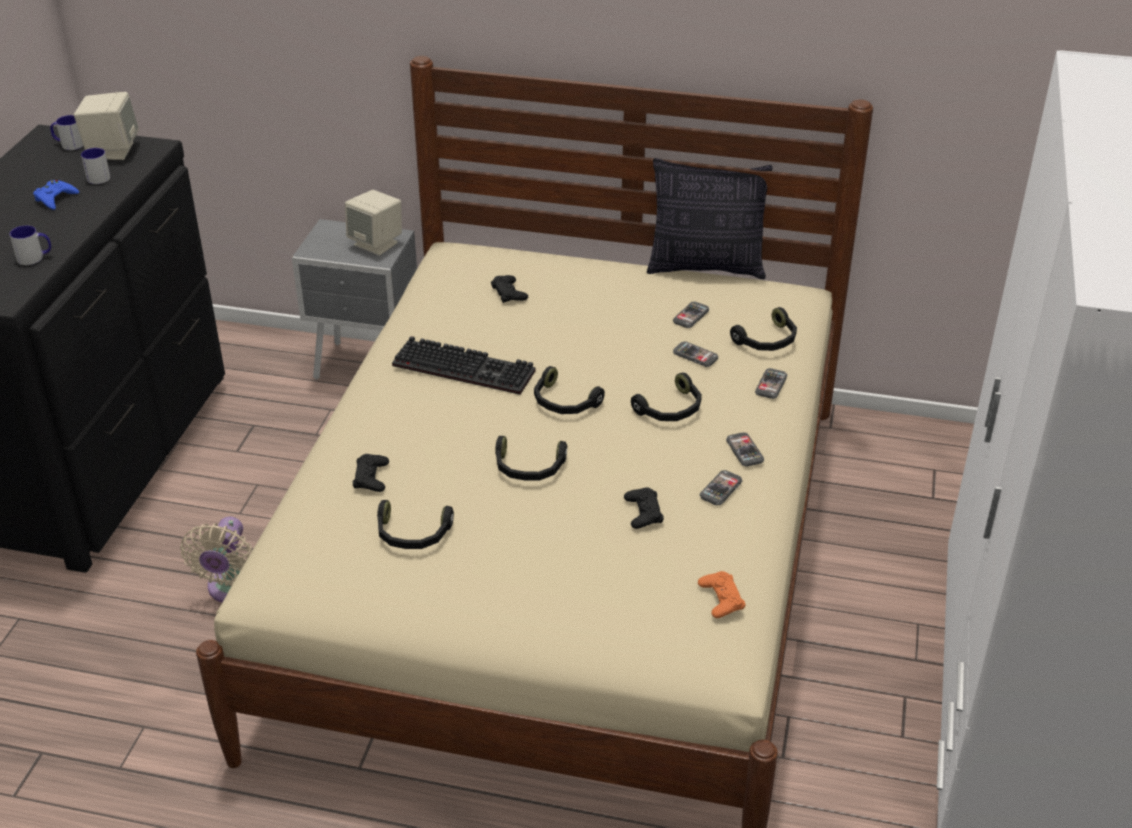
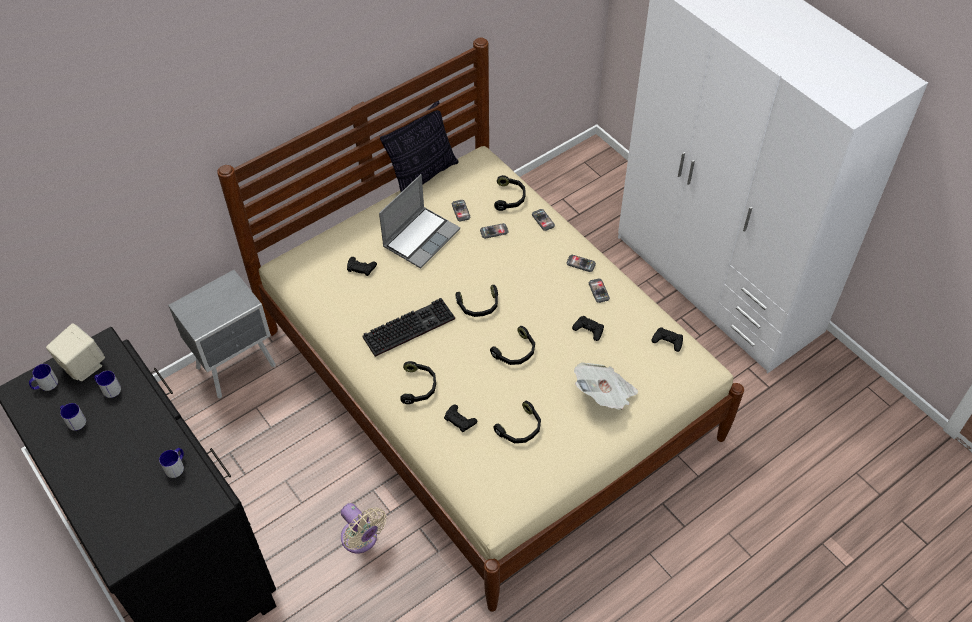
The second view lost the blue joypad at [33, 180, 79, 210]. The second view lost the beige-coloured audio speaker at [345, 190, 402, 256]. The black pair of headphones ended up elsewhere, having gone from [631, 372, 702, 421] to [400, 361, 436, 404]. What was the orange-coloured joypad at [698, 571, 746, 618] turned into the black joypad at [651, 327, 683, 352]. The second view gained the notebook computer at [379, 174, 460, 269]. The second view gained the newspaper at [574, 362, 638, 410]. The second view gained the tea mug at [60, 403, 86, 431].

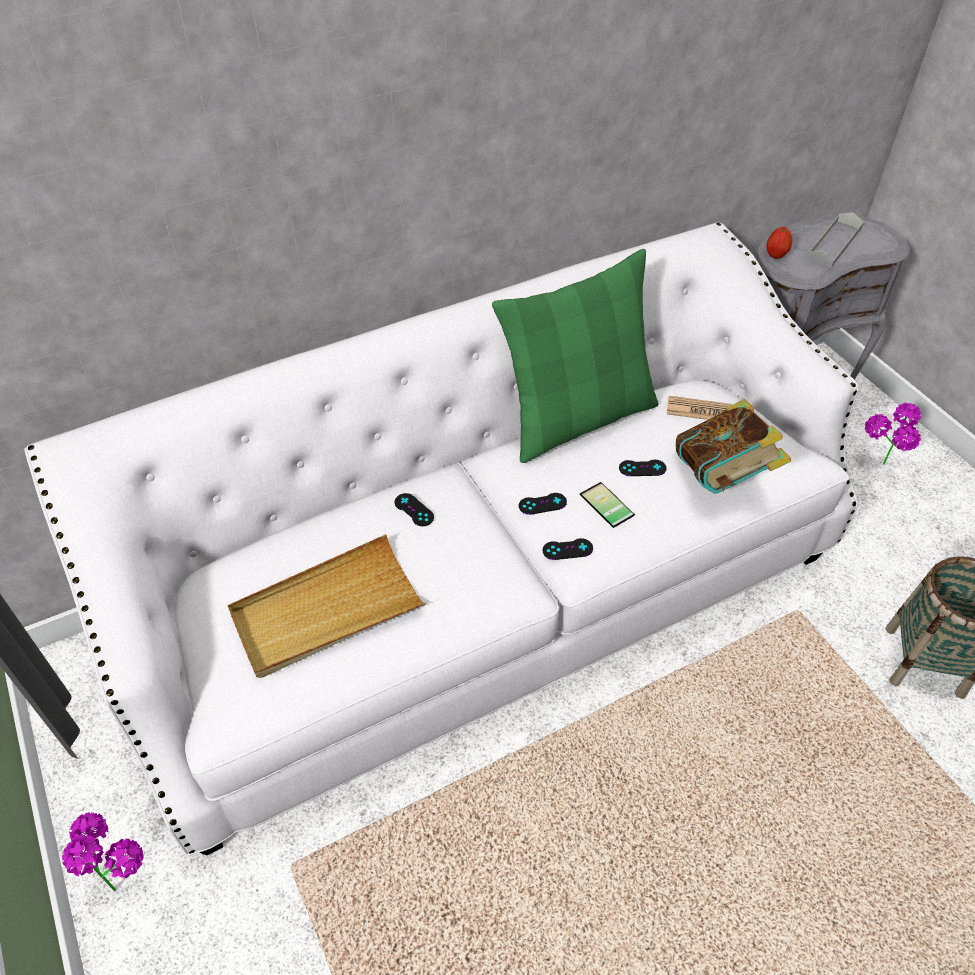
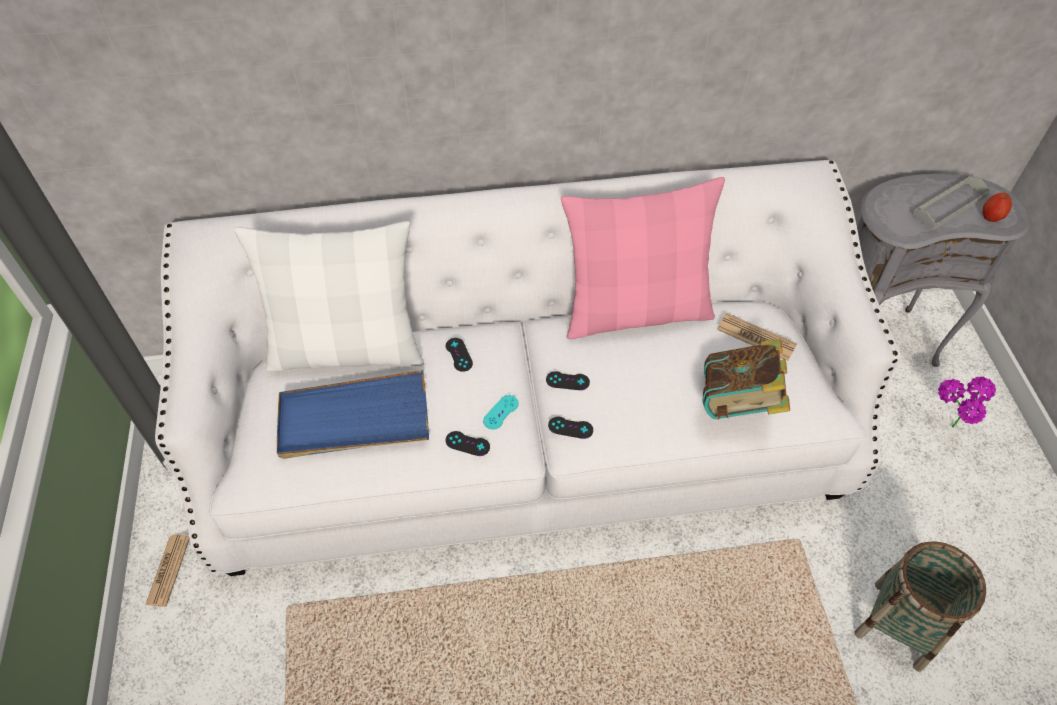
The apple ended up elsewhere, having gone from [766, 227, 792, 258] to [983, 193, 1012, 222]. What was the greenish cushion at [492, 249, 659, 463] turned into the pink-coloured cushion at [561, 177, 725, 339]. The black joypad ended up elsewhere, having gone from [619, 460, 667, 476] to [446, 431, 490, 456]. The second view lost the phone at [580, 482, 635, 528]. What was the beige-coloured tray at [227, 534, 426, 678] turned into the blue tray at [277, 370, 429, 459]. Where the potted plant stood at [62, 812, 144, 891], the newspaper came to stand at [145, 534, 190, 607]. The second view gained the white-coloured cushion at [234, 221, 424, 372]. The second view gained the turquoise joypad at [483, 395, 519, 429].

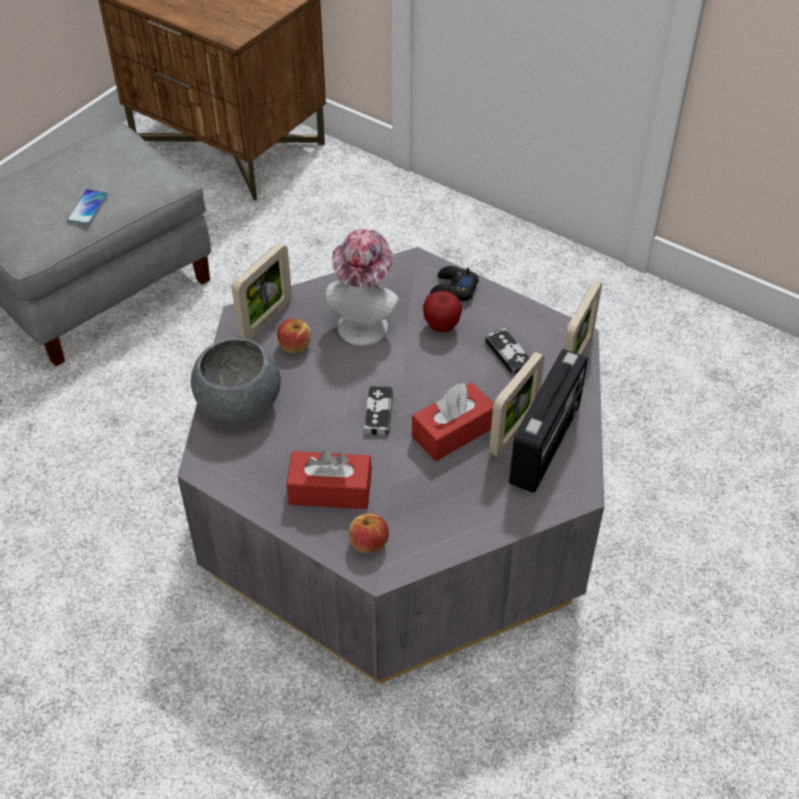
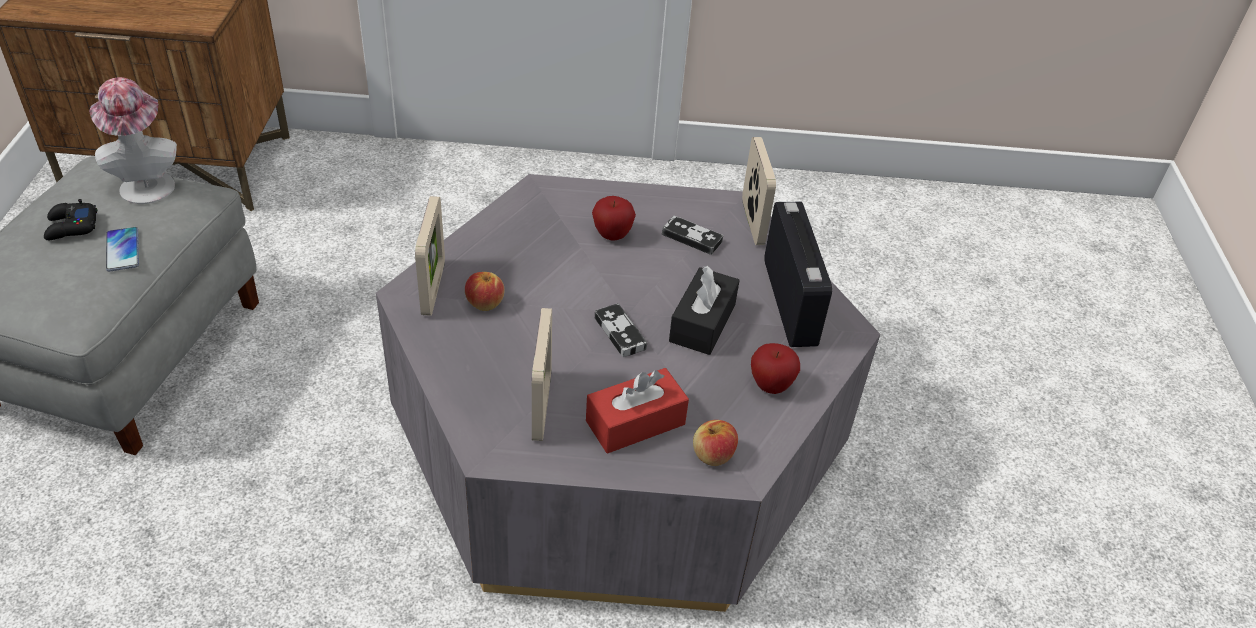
The clothing hat ended up elsewhere, having gone from [325, 229, 399, 346] to [89, 77, 177, 204]. The black joypad ended up elsewhere, having gone from [430, 266, 479, 301] to [44, 199, 97, 240]. The second view lost the grey bowl at [191, 337, 281, 423]. The photo frame ended up elsewhere, having gone from [489, 352, 545, 458] to [532, 308, 552, 441]. What was the red-coloured tissue holder at [412, 382, 494, 461] turned into the black tissue holder at [669, 266, 740, 355]. The second view gained the apple at [751, 343, 800, 394].

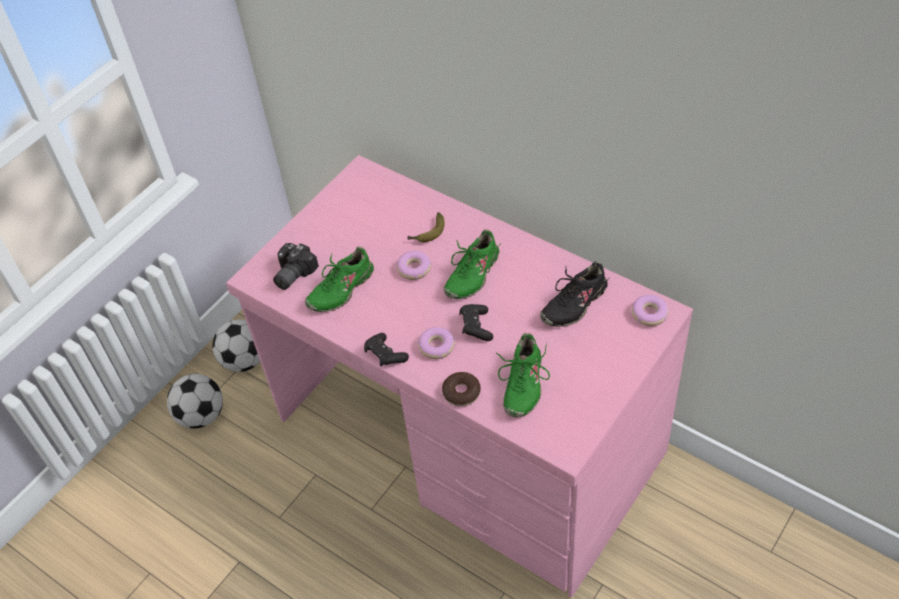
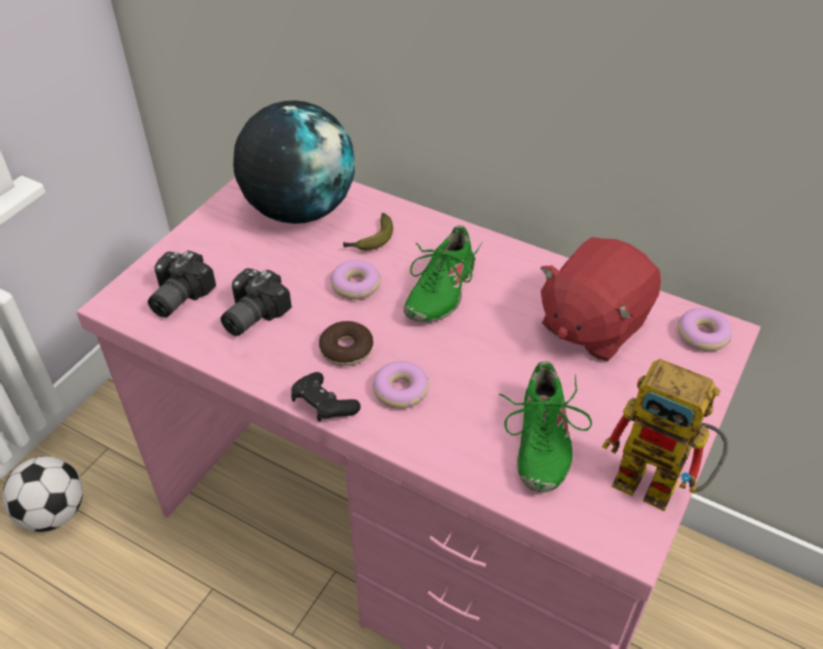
Where the greenish shoe stood at [305, 246, 374, 312], the still camera came to stand at [221, 268, 292, 336]. Where the black shoe stood at [540, 261, 609, 327], the red-coloured soft toy came to stand at [540, 237, 661, 361]. The second view lost the black joypad at [459, 304, 493, 341]. The second view lost the ball for football at [212, 319, 260, 372]. The ring doughnut ended up elsewhere, having gone from [442, 372, 481, 406] to [319, 321, 373, 366]. The second view gained the globe at [233, 100, 355, 224]. The second view gained the toy robot at [602, 359, 728, 511].

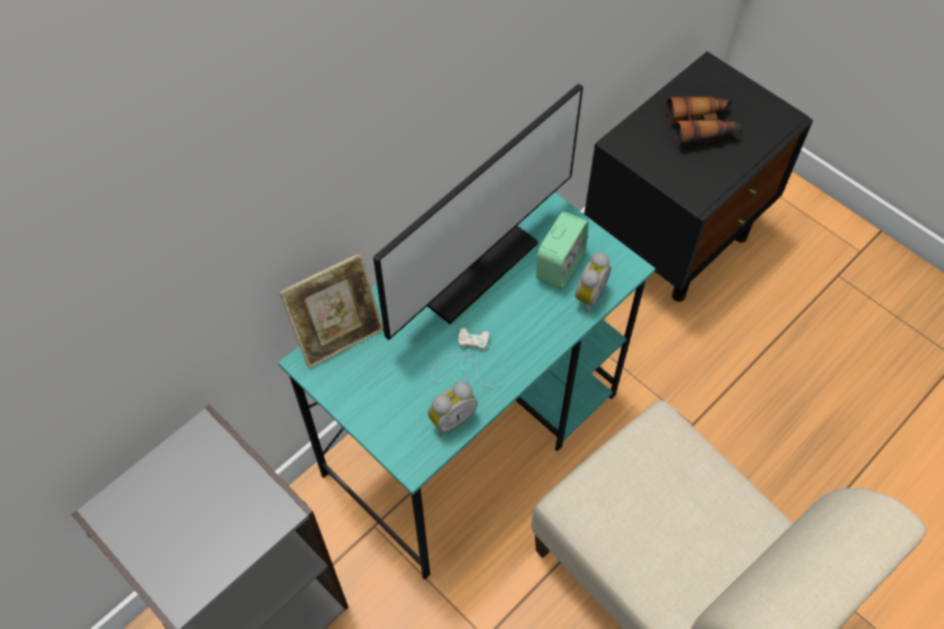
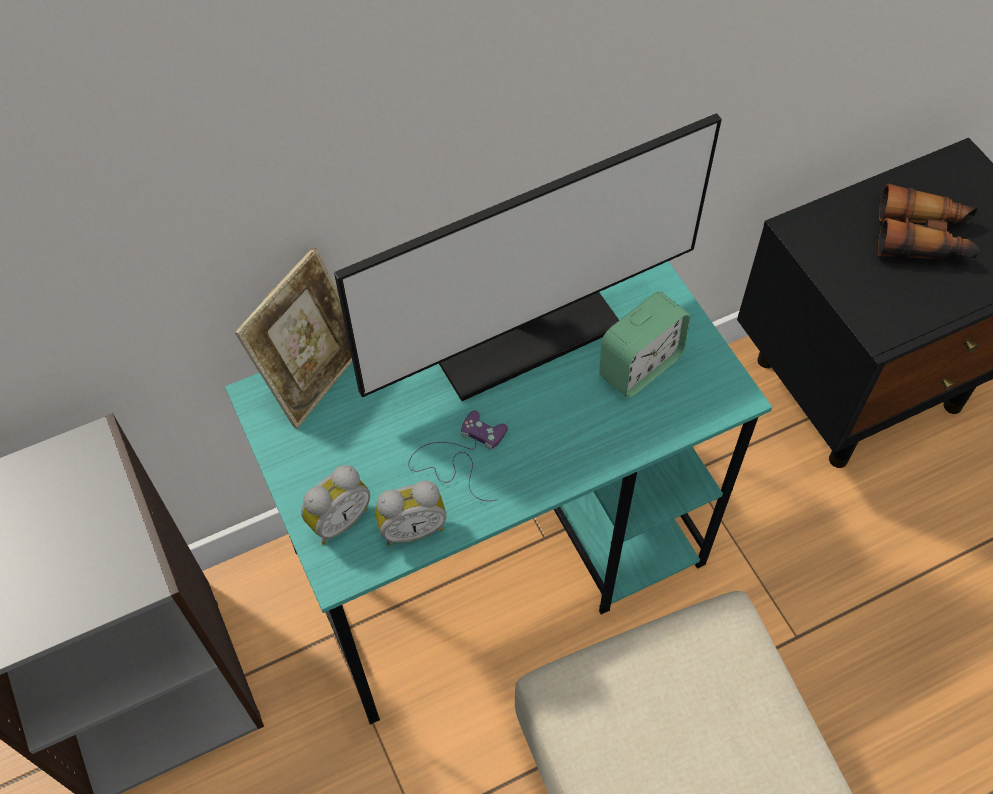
The alarm clock ended up elsewhere, having gone from [575, 252, 611, 312] to [301, 465, 370, 545]. The photo frame at [279, 253, 384, 368] ended up facing another way, 45 degrees counterclockwise from before. What was the white-coloured joypad at [431, 328, 501, 386] turned into the purple joypad at [408, 410, 508, 501].

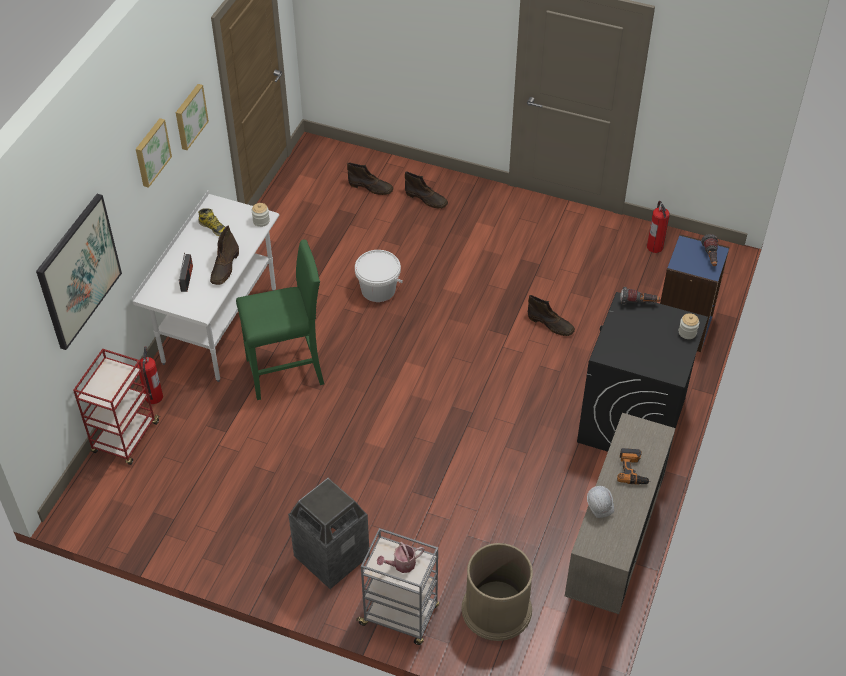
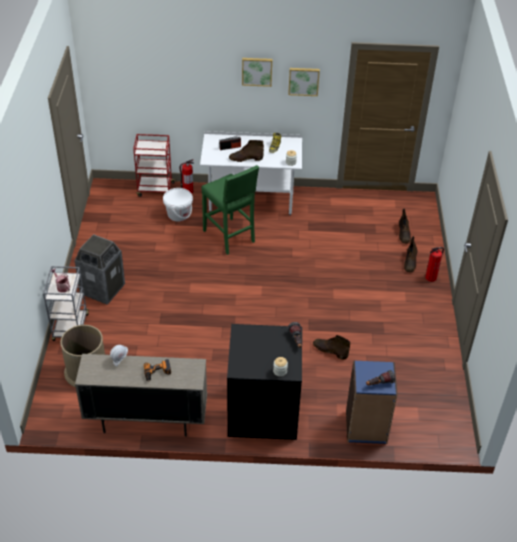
The second view lost the wall art at [36, 194, 122, 350]. The extinguisher ended up elsewhere, having gone from [647, 201, 670, 253] to [425, 247, 444, 282]. The white-coloured bucket ended up elsewhere, having gone from [355, 250, 403, 302] to [163, 188, 193, 222]. The brownish high-top boot at [528, 295, 575, 336] ended up facing another way, 105 degrees clockwise from before.

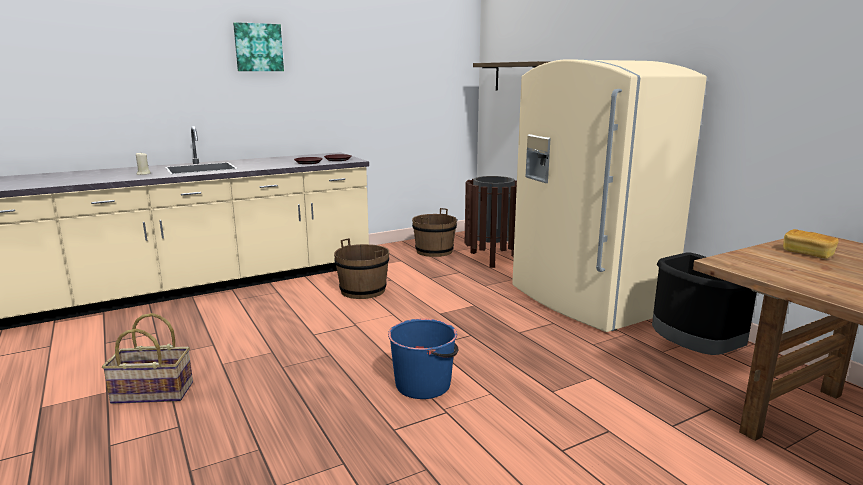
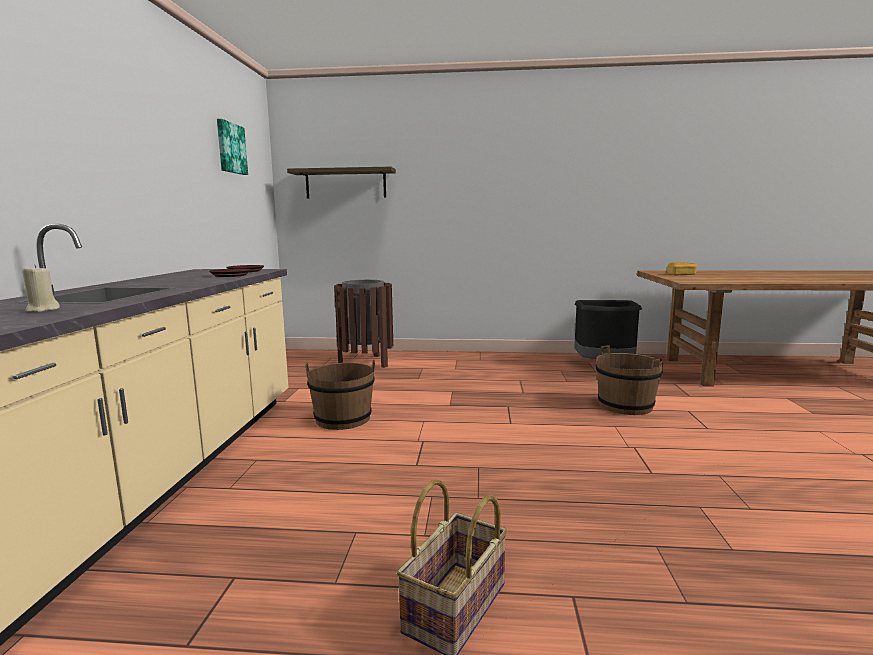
The wall art ended up elsewhere, having gone from [233, 22, 284, 71] to [217, 119, 248, 175]. The second view lost the beige-coloured kitchen fridge at [512, 59, 707, 332]. The brownish bucket ended up elsewhere, having gone from [412, 208, 457, 257] to [596, 345, 663, 415]. The second view lost the blue bucket at [388, 319, 458, 399].

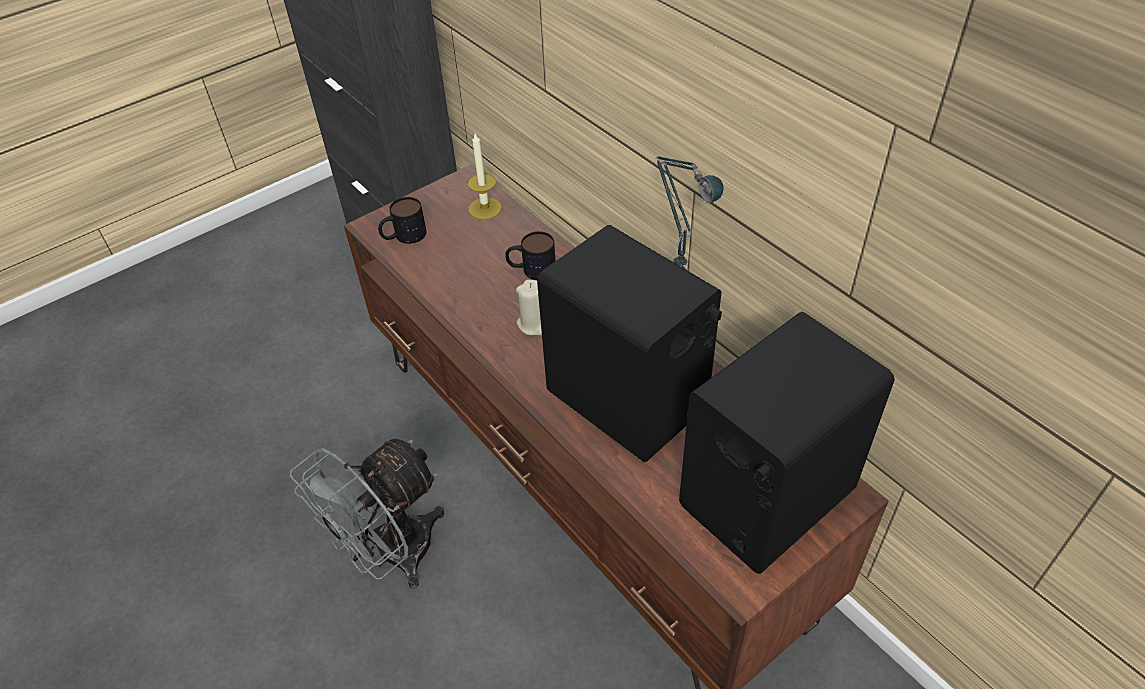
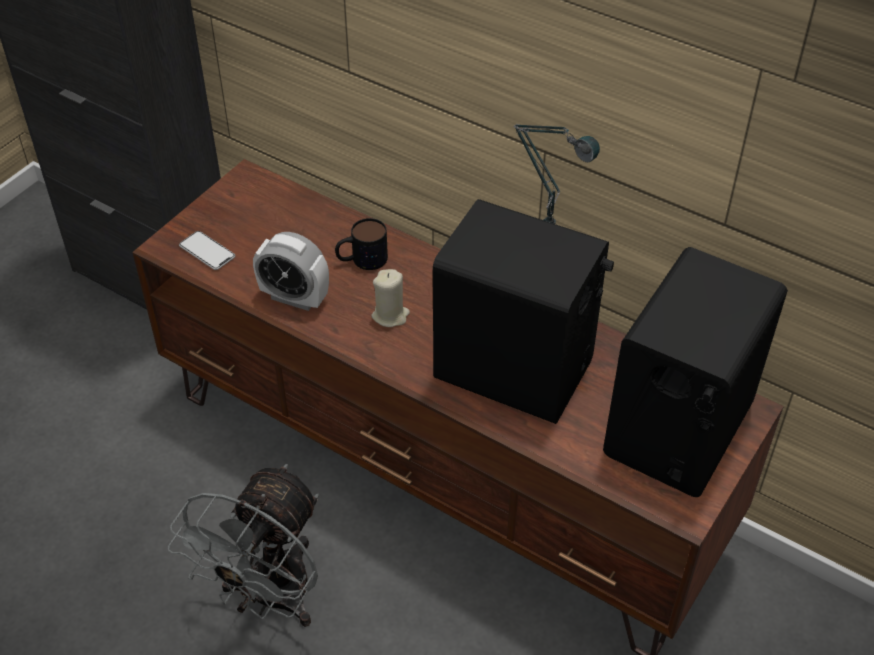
The second view lost the wax light at [467, 134, 502, 219]. Where the tea mug stood at [378, 197, 426, 244], the phone came to stand at [179, 231, 235, 270]. The second view gained the alarm clock at [253, 232, 329, 311].

